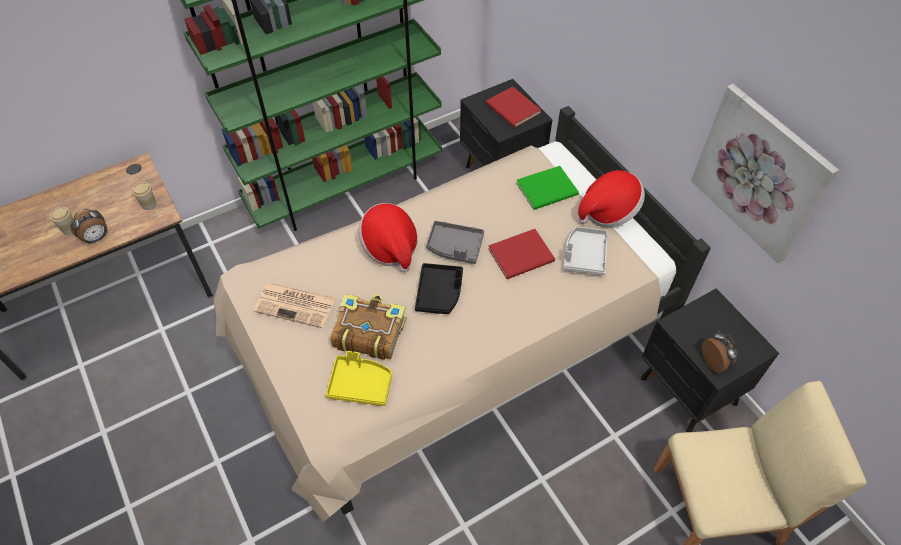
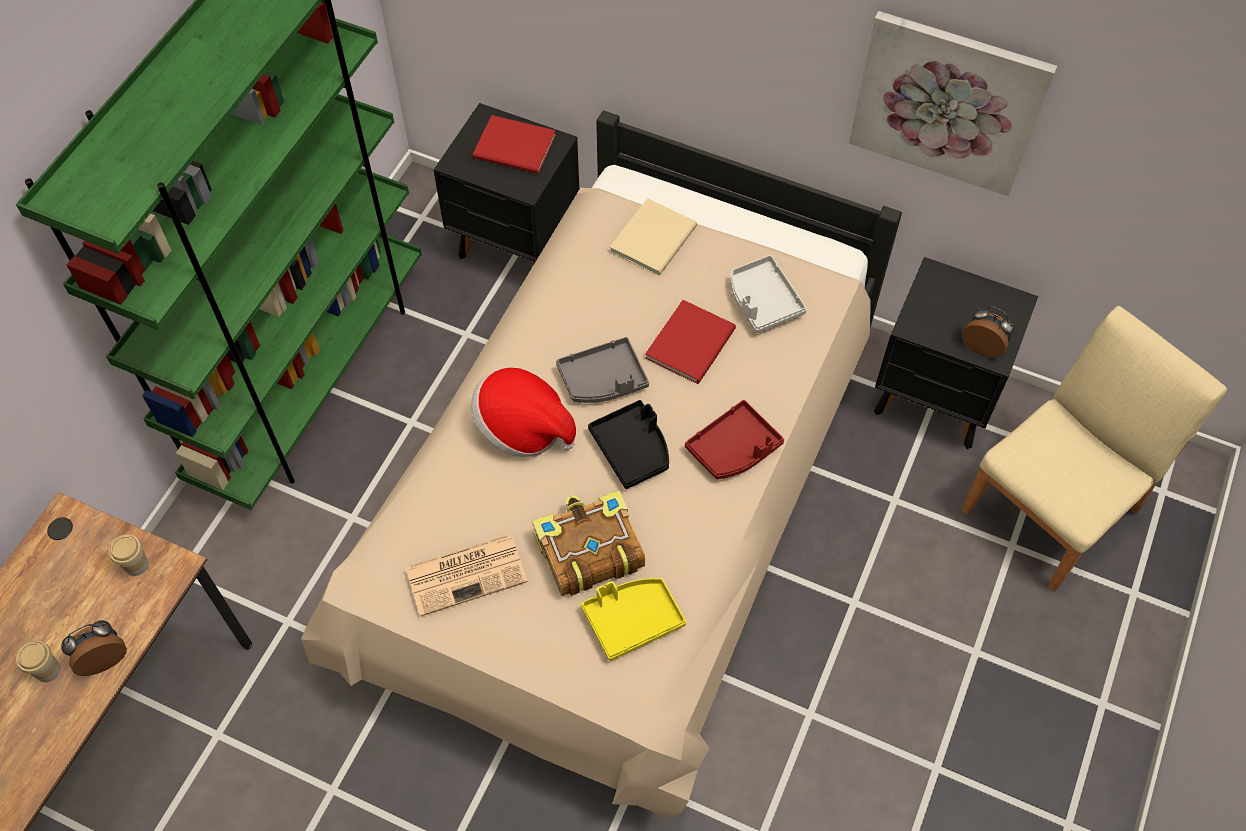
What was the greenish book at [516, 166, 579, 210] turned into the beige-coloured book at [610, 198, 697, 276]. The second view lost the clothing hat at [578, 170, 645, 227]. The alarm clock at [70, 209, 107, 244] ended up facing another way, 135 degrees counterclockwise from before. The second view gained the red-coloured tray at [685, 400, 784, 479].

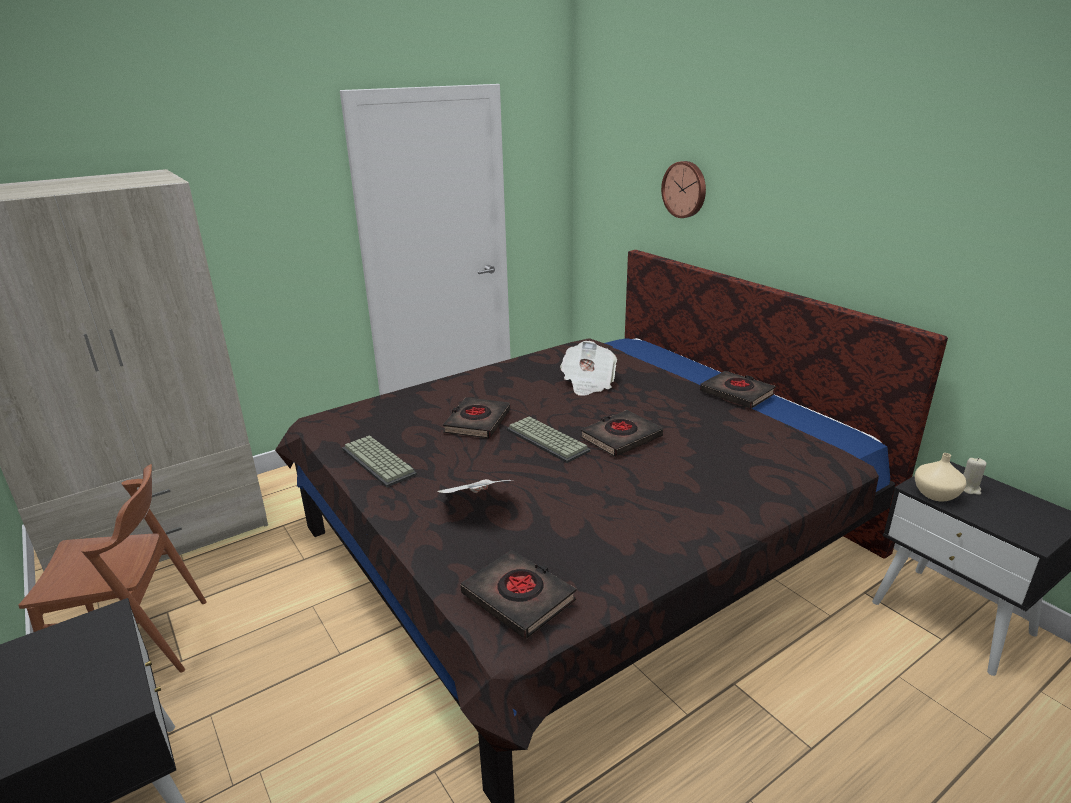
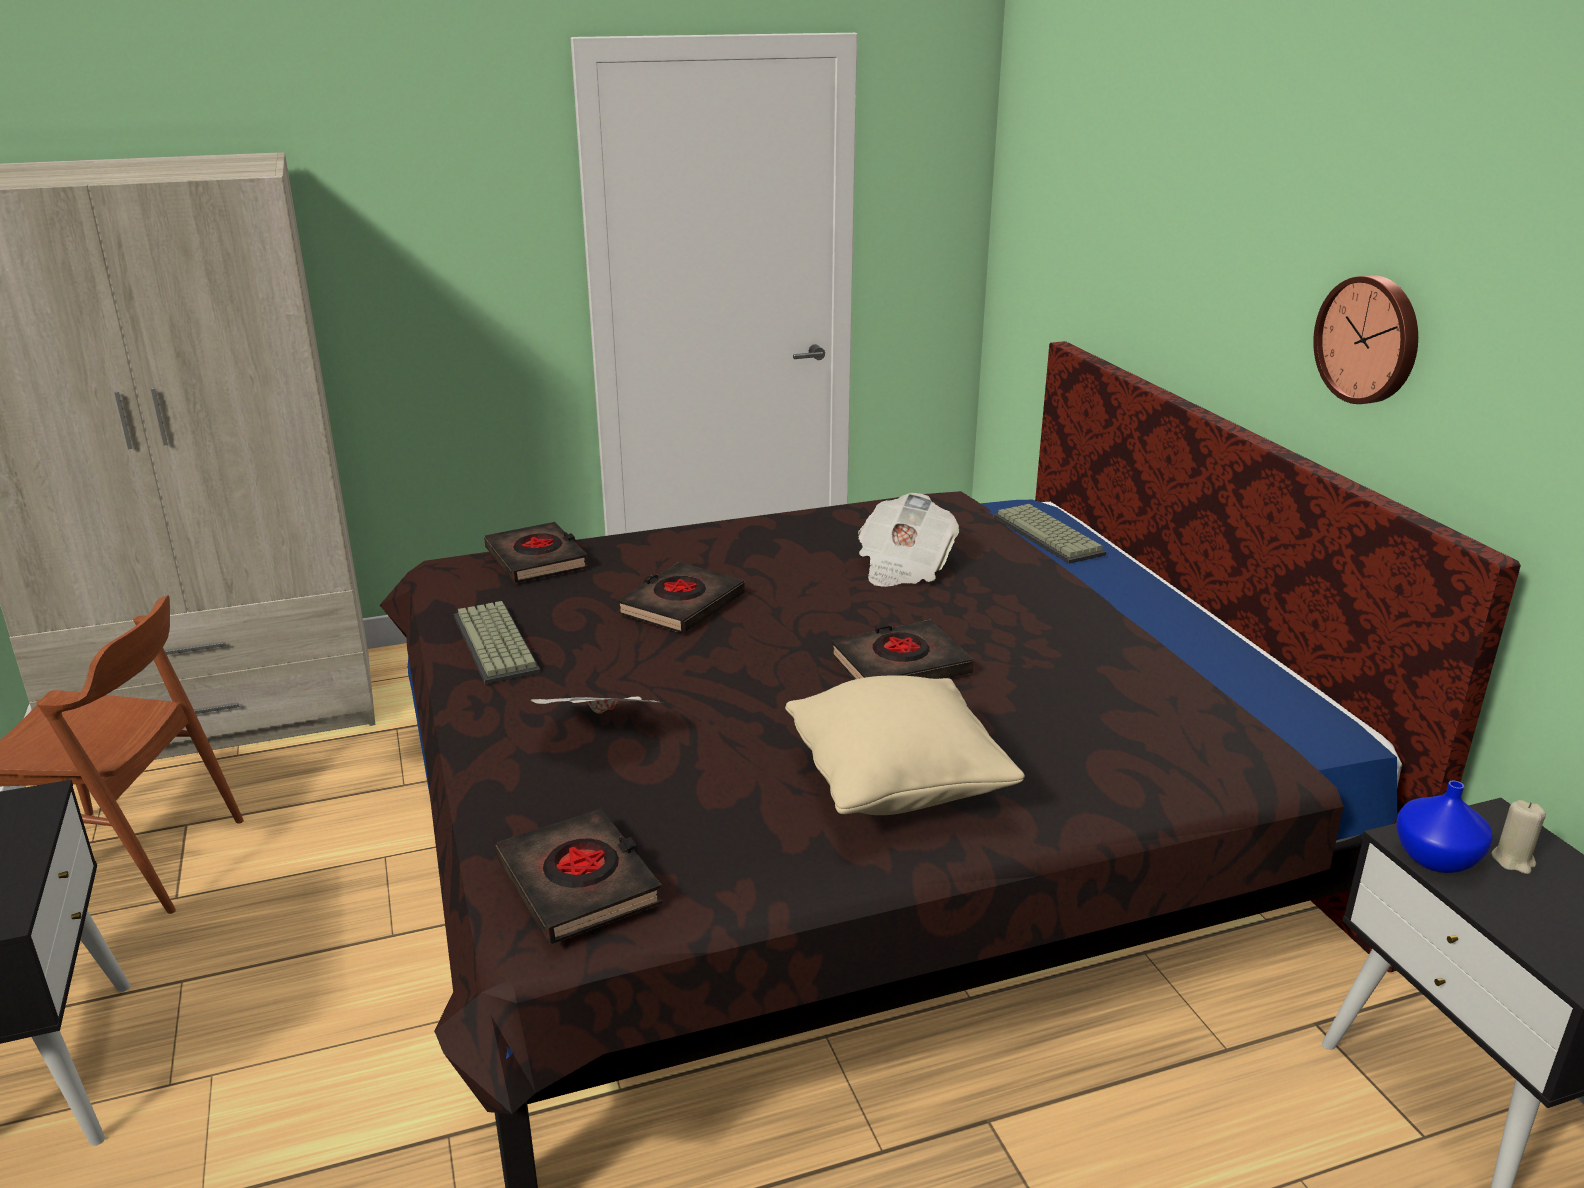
The hanging clock ended up elsewhere, having gone from [661, 161, 706, 218] to [1313, 275, 1418, 404]. The black book ended up elsewhere, having gone from [700, 371, 776, 409] to [484, 522, 588, 583]. The keyboard ended up elsewhere, having gone from [506, 416, 590, 463] to [993, 504, 1106, 564]. What was the beige-coloured vase at [915, 453, 967, 502] turned into the blue vase at [1396, 781, 1493, 873]. The second view gained the beige-coloured cushion at [785, 676, 1025, 815].

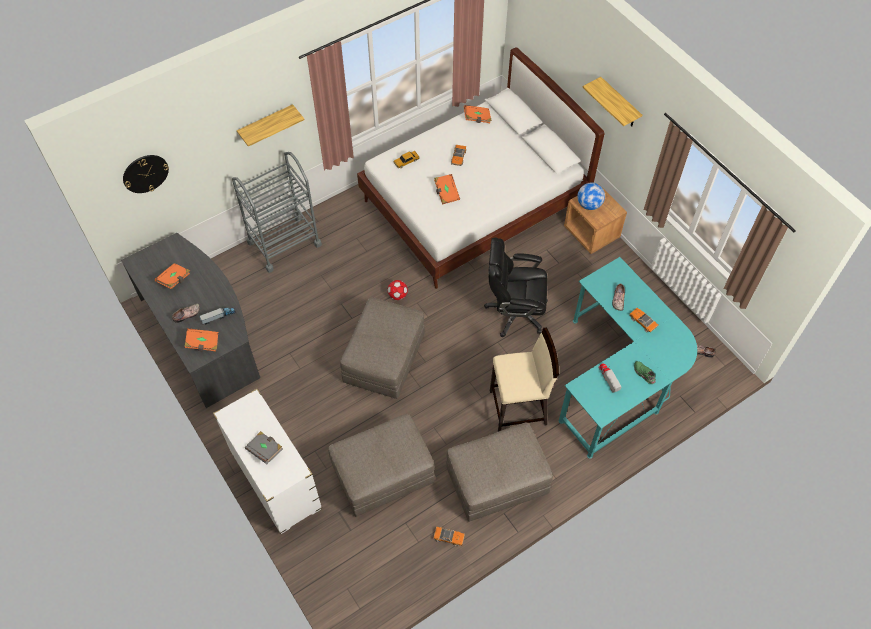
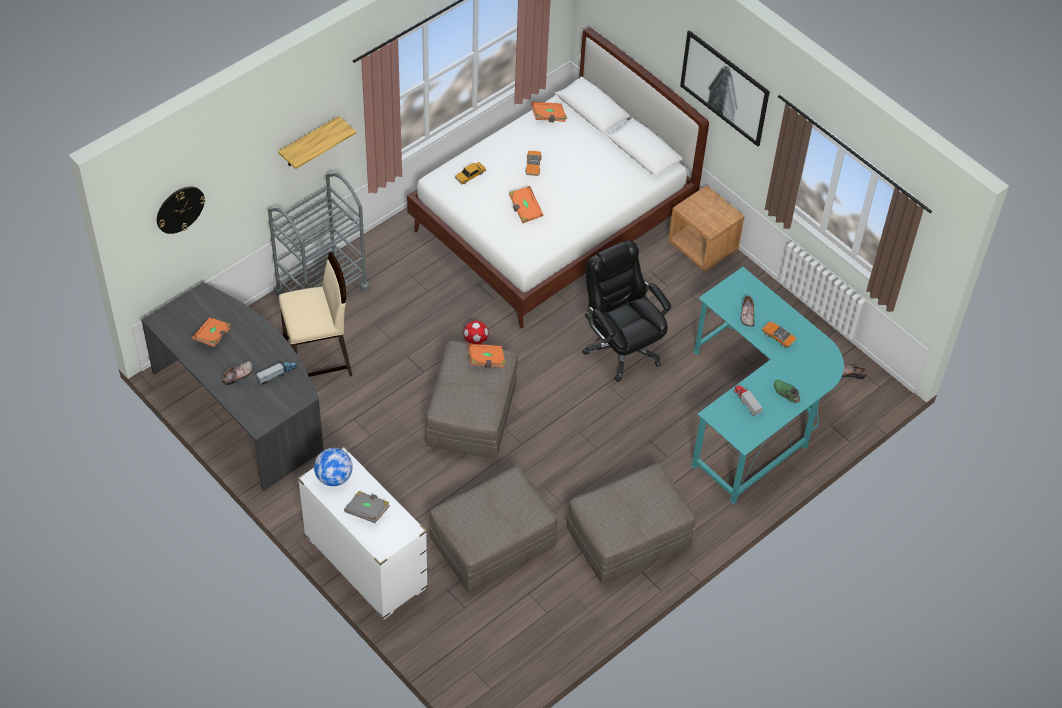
Where the wall shelf hung at [582, 77, 642, 127], the wall art came to hang at [680, 30, 770, 147]. The globe ended up elsewhere, having gone from [577, 183, 605, 210] to [314, 448, 353, 486]. The black office chair at [484, 237, 548, 337] ended up facing another way, 60 degrees clockwise from before. The orange-coloured book ended up elsewhere, having gone from [185, 328, 218, 352] to [468, 343, 506, 368]. The beige-coloured stool ended up elsewhere, having gone from [490, 328, 559, 432] to [279, 252, 352, 377]. The second view lost the model car at [433, 527, 465, 546].

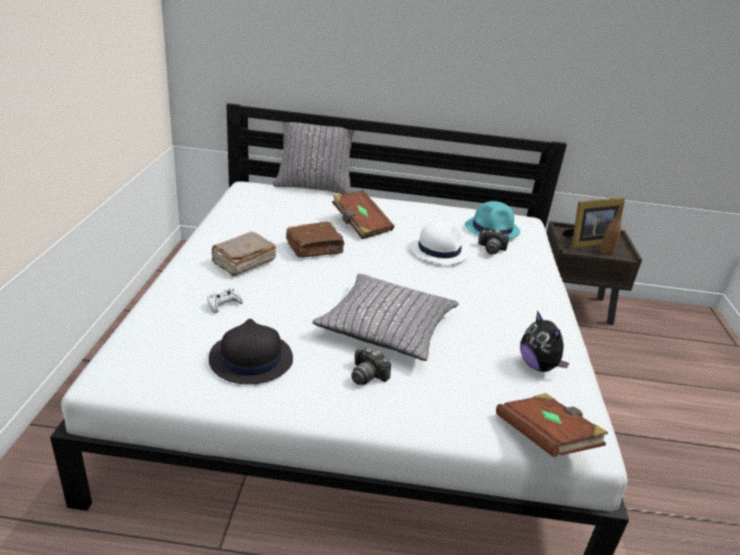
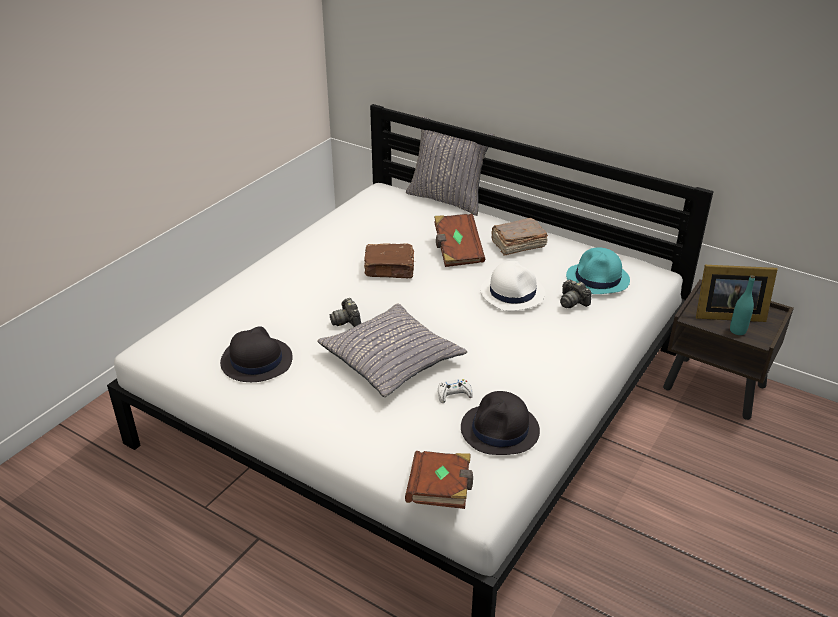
What was the brownish beverage bottle at [600, 203, 624, 255] turned into the turquoise beverage bottle at [730, 275, 755, 335]. The brownish book ended up elsewhere, having gone from [211, 232, 276, 276] to [491, 218, 548, 255]. The white-coloured joypad ended up elsewhere, having gone from [207, 288, 243, 313] to [438, 379, 473, 403]. Where the soft toy stood at [520, 310, 569, 372], the black clothing hat came to stand at [461, 391, 540, 455]. The still camera ended up elsewhere, having gone from [351, 346, 391, 385] to [330, 298, 361, 327].

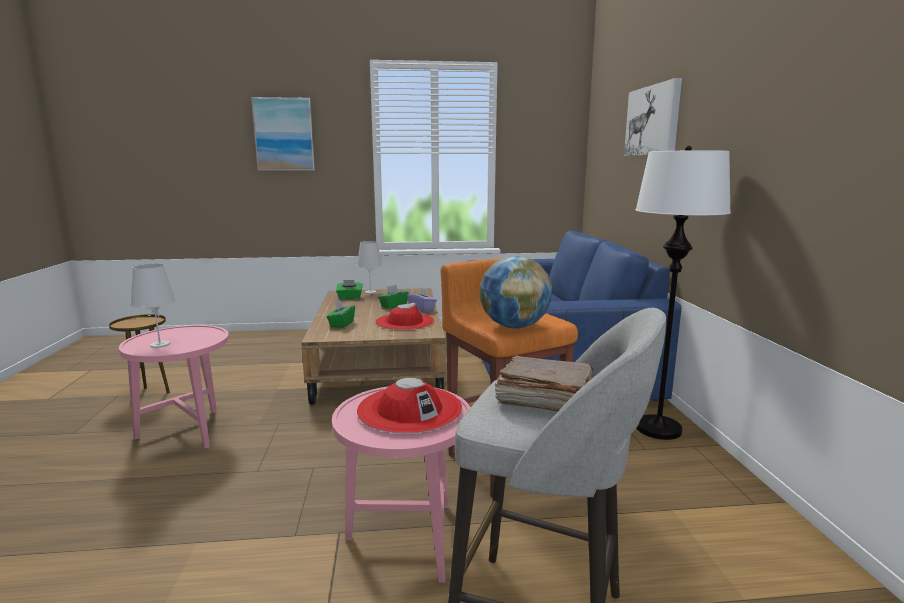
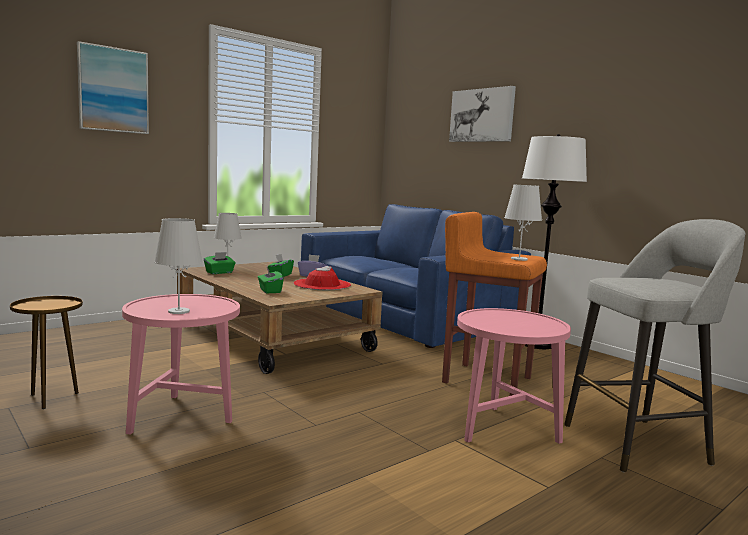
Where the globe stood at [480, 256, 552, 329], the white-coloured tabletop lamp came to stand at [504, 185, 542, 261]. The second view lost the brownish book at [495, 355, 593, 411]. The second view lost the red-coloured clothing hat at [357, 378, 462, 433].

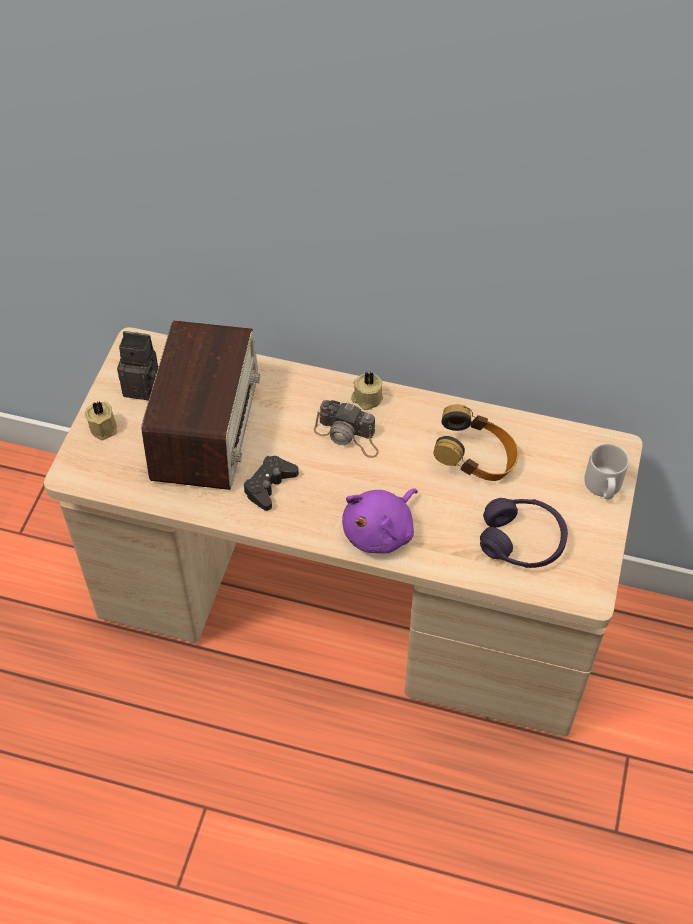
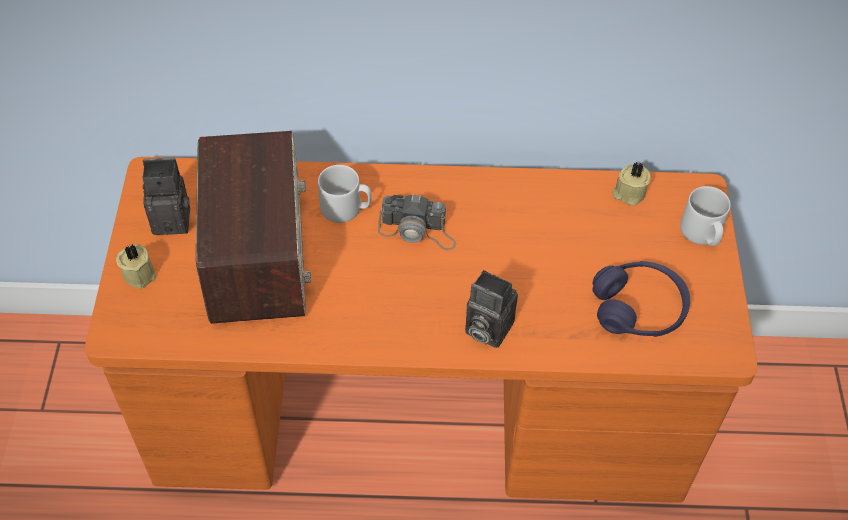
What was the beige-coloured desk unit at [44, 327, 642, 736] turned into the orange-coloured desk unit at [85, 157, 758, 503]. The beige-coloured wax light ended up elsewhere, having gone from [351, 372, 383, 410] to [612, 162, 651, 206]. The second view lost the pair of headphones at [433, 404, 518, 481]. The second view lost the black joypad at [244, 456, 299, 511]. Where the purple soft toy stood at [342, 488, 418, 553], the still camera came to stand at [465, 270, 518, 348]. The second view gained the grey tea mug at [318, 165, 372, 223].

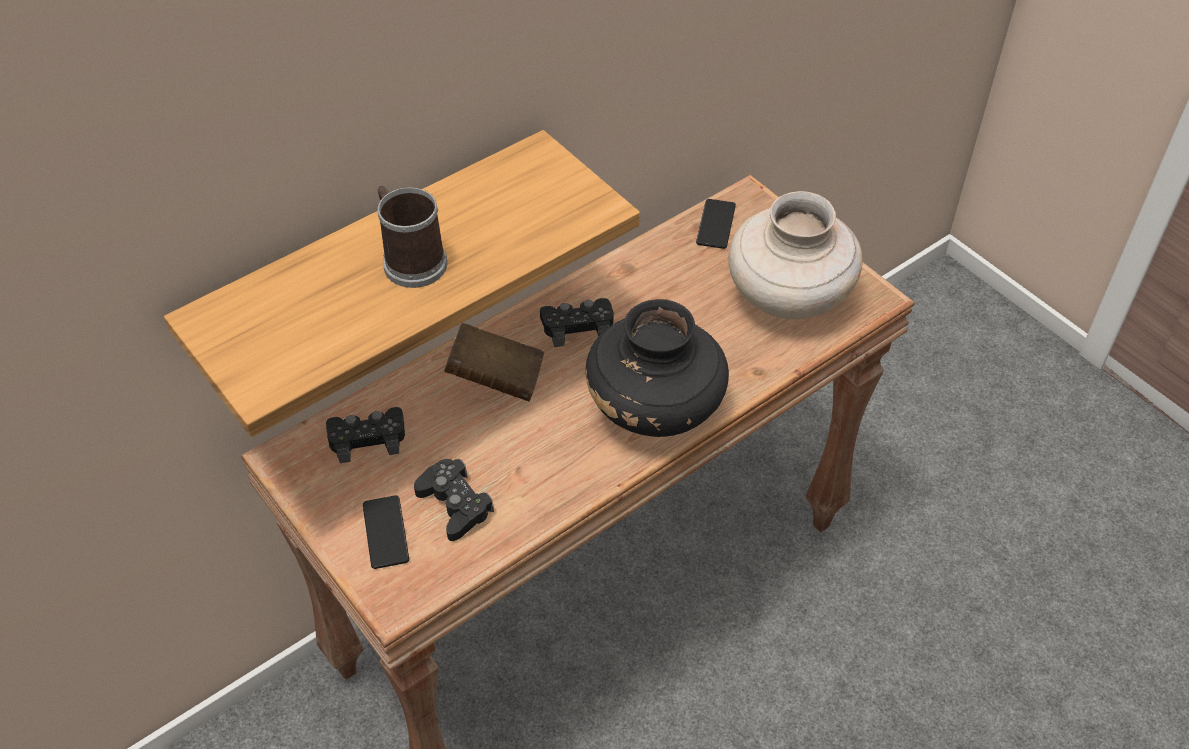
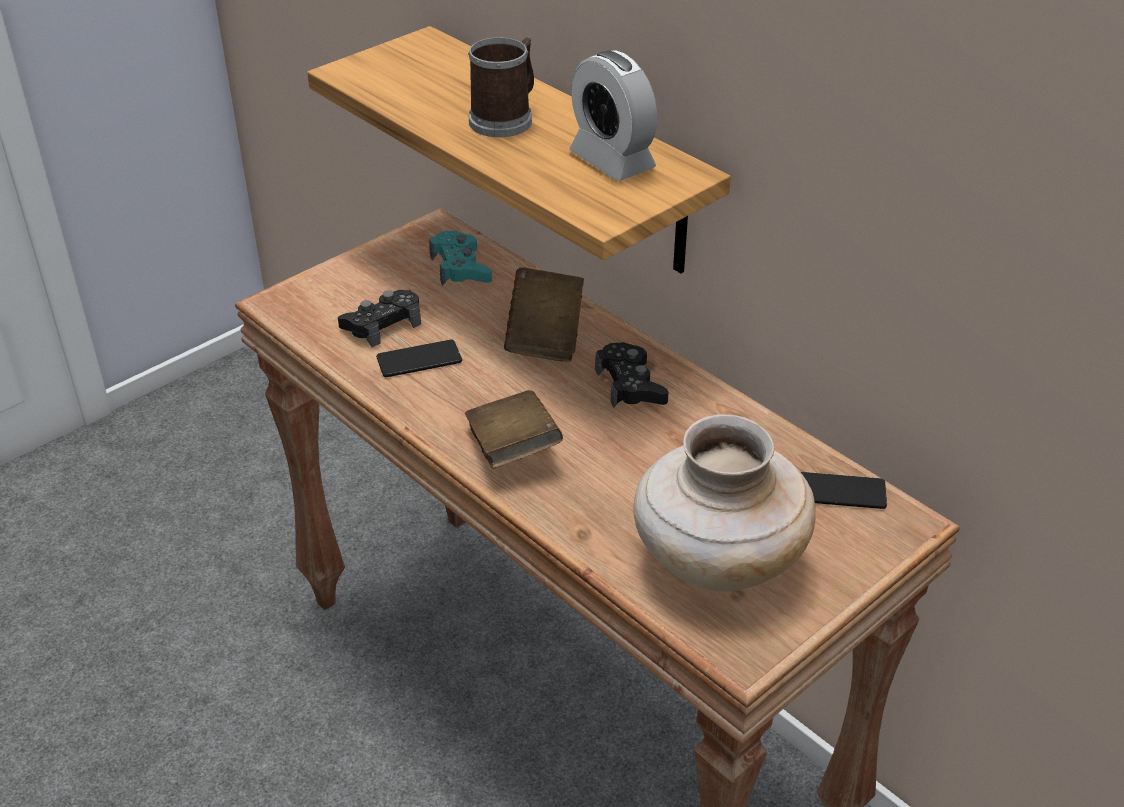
Where the black vase stood at [586, 299, 729, 437], the brownish book came to stand at [465, 390, 563, 469]. What was the black joypad at [326, 407, 405, 463] turned into the turquoise joypad at [429, 231, 492, 286]. The phone ended up elsewhere, having gone from [363, 495, 409, 569] to [376, 340, 462, 377]. The second view gained the alarm clock at [569, 50, 658, 181].

